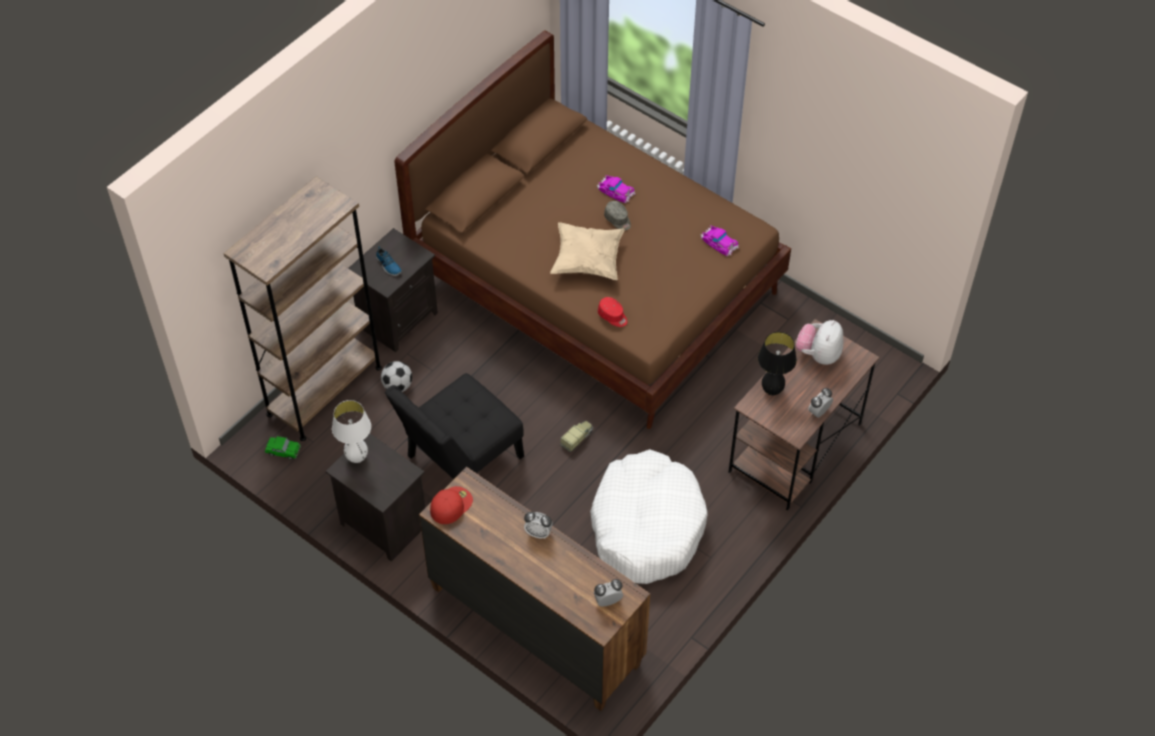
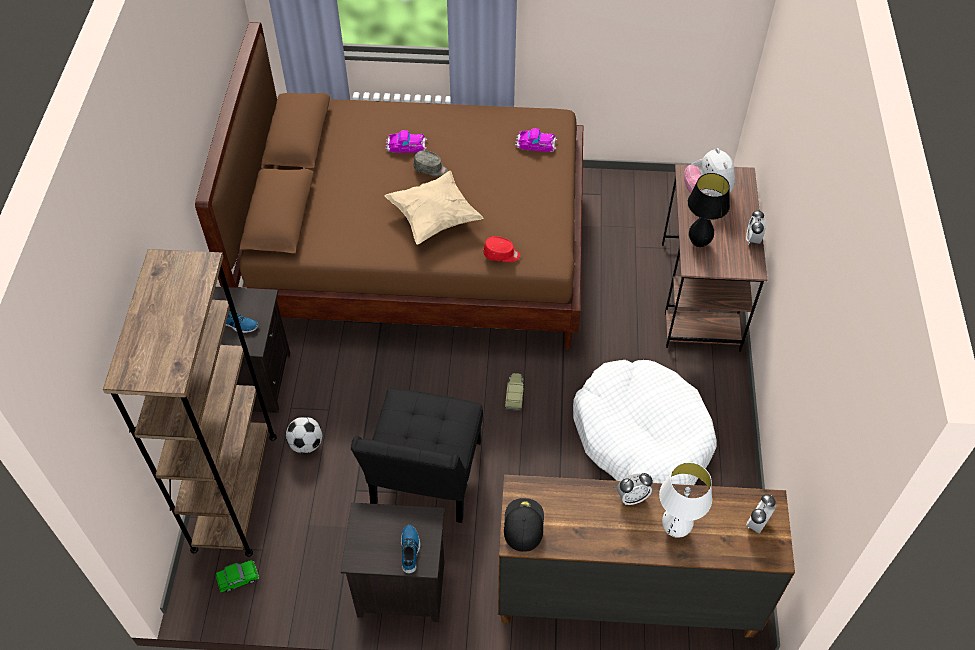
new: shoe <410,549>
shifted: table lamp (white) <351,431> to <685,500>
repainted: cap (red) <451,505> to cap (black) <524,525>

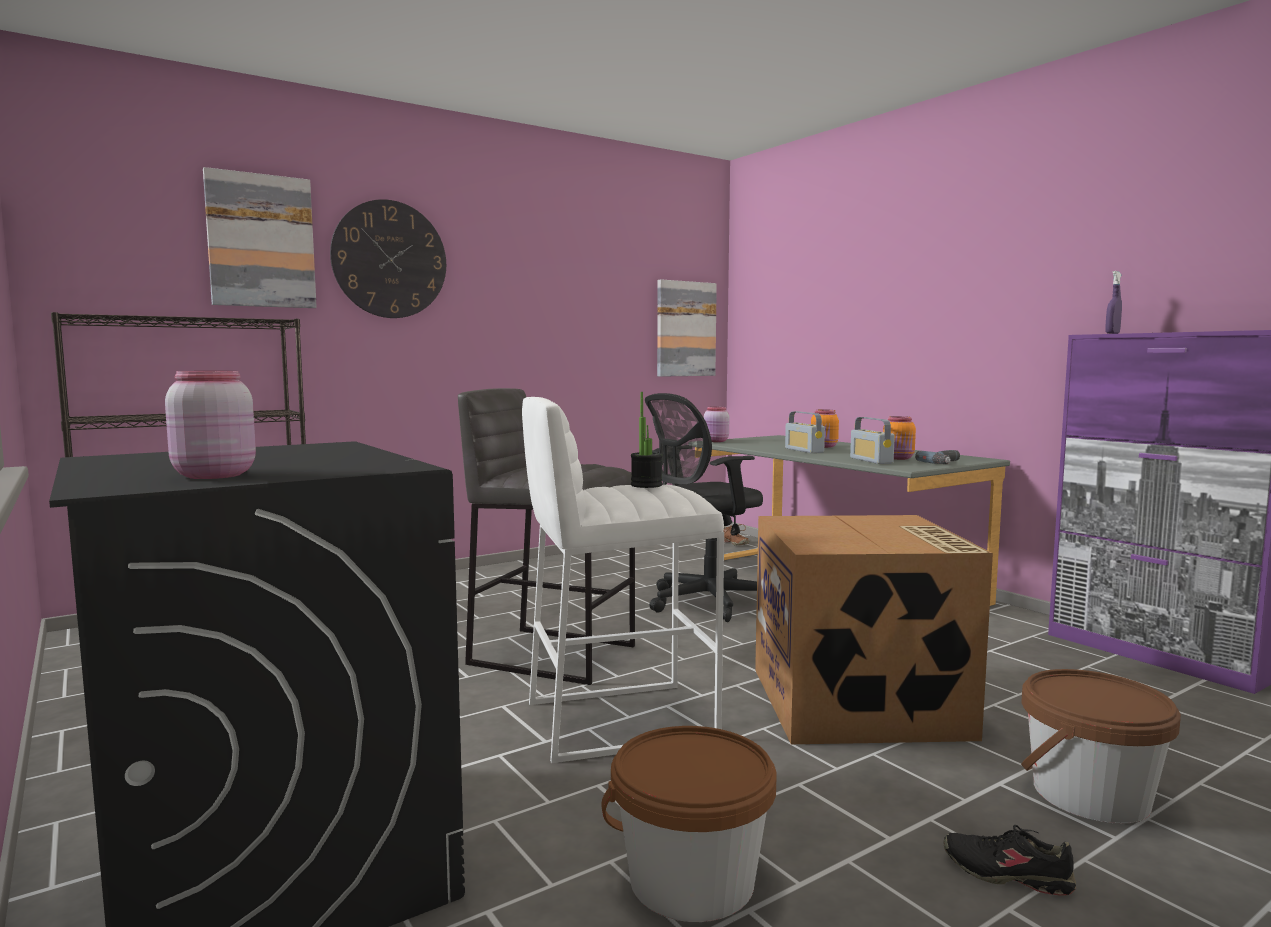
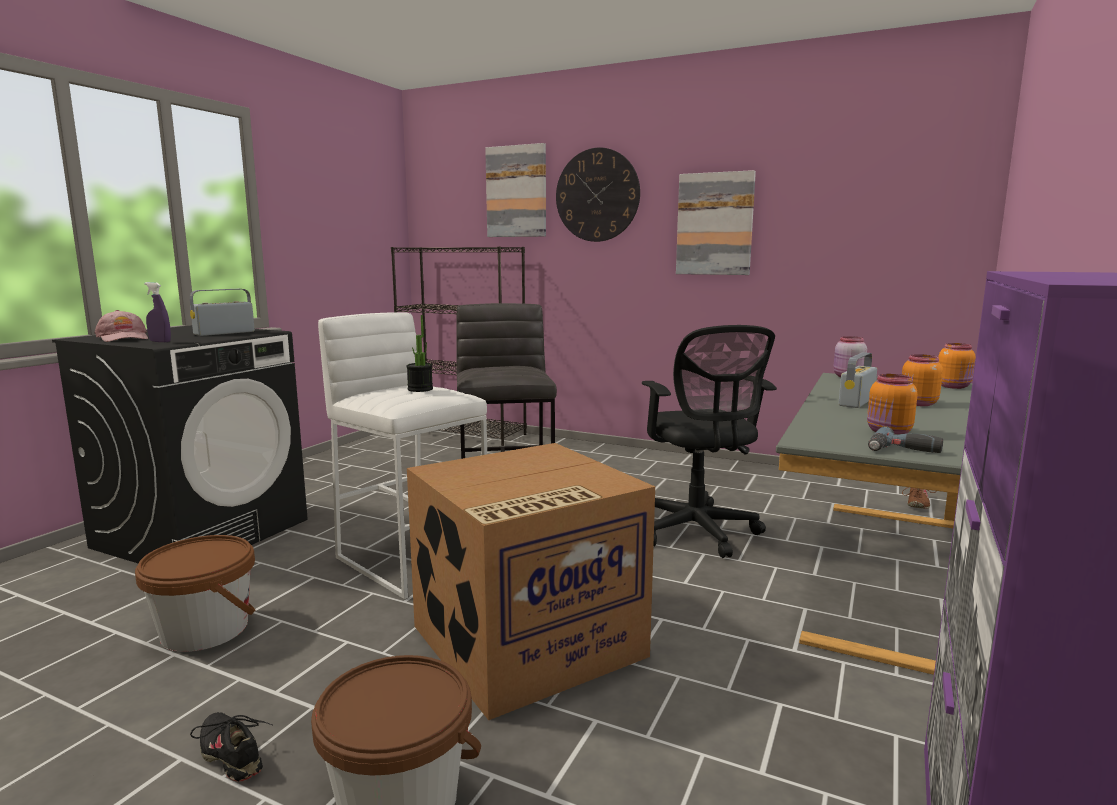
new: jar (orange) <956,366>
shifted: spray bottle (purple) <1113,302> to <157,312>; picture <687,328> to <716,222>; radio <872,440> to <222,312>
swapped: jar (pink) <210,425> to cap (pink) <121,326>
rotated: office chair (black) <704,507> = <709,441> 135 degrees counterclockwise; shoe (black) <1009,860> = <231,747> 45 degrees counterclockwise

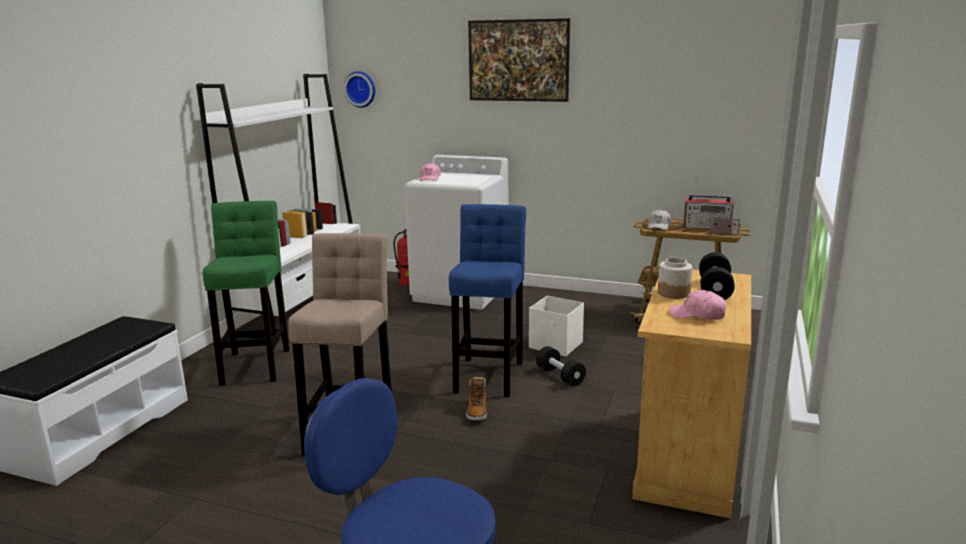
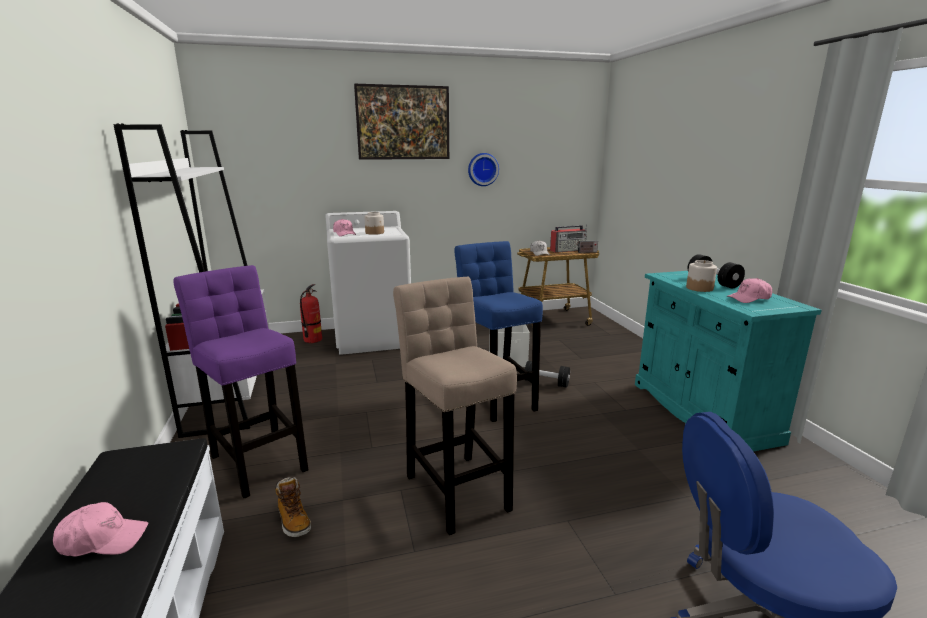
new: jar <374,223>; cap (pink) <100,529>
shifted: wall clock <359,89> to <483,169>; boot <476,399> to <293,507>
repainted: stool (green) <245,293> to stool (purple) <240,382>; cabinet (beige) <691,394> to cabinet (turquoise) <728,361>

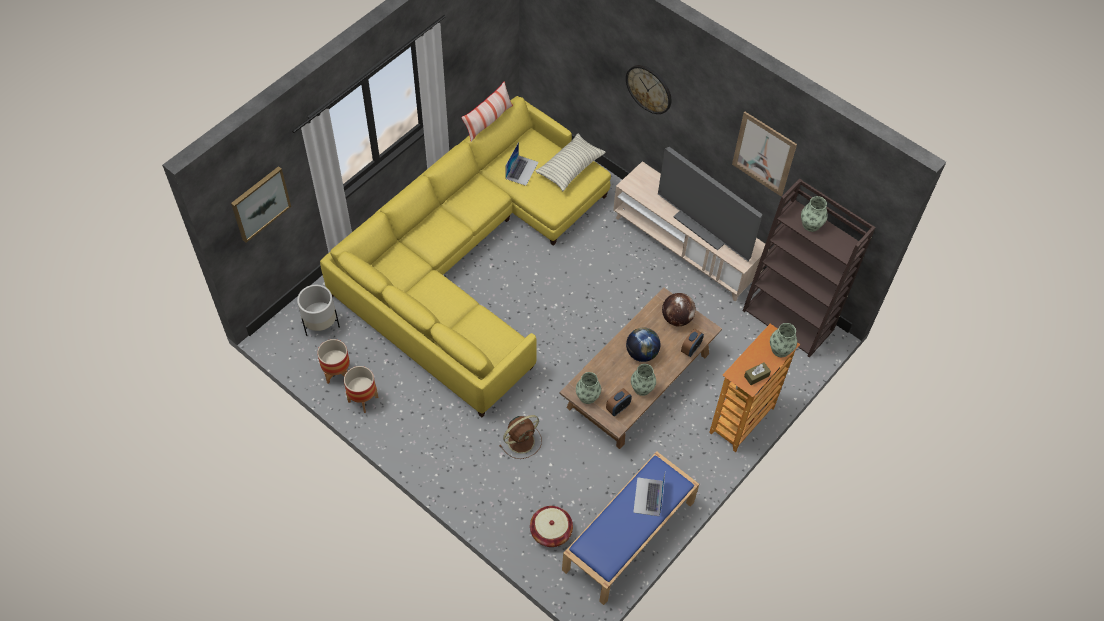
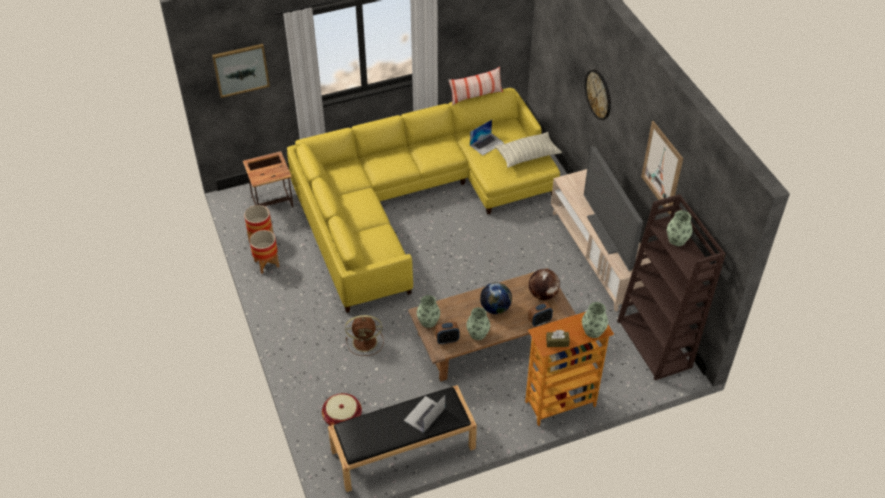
swapped: planter (white) <318,310> to side table <268,179>
repainted: bench (blue) <630,528> to bench (black) <402,438>

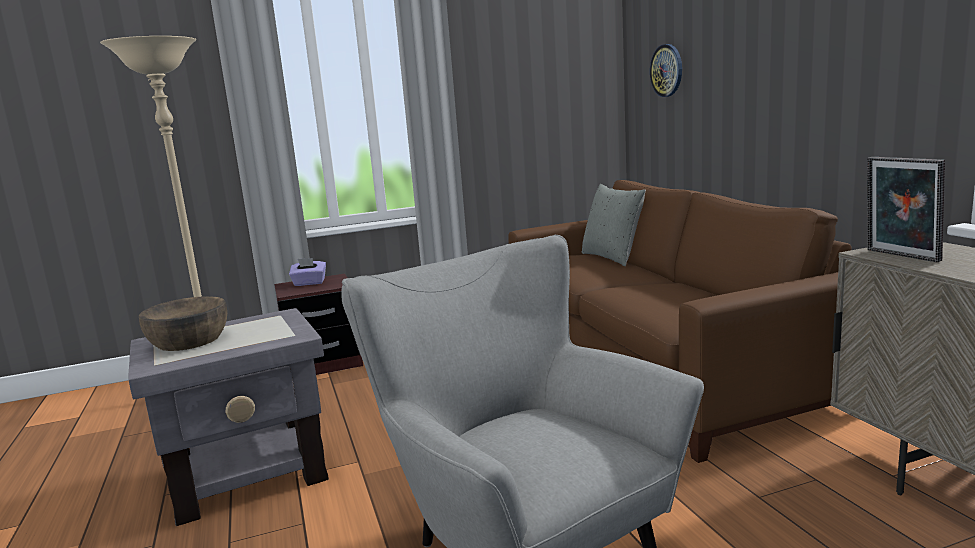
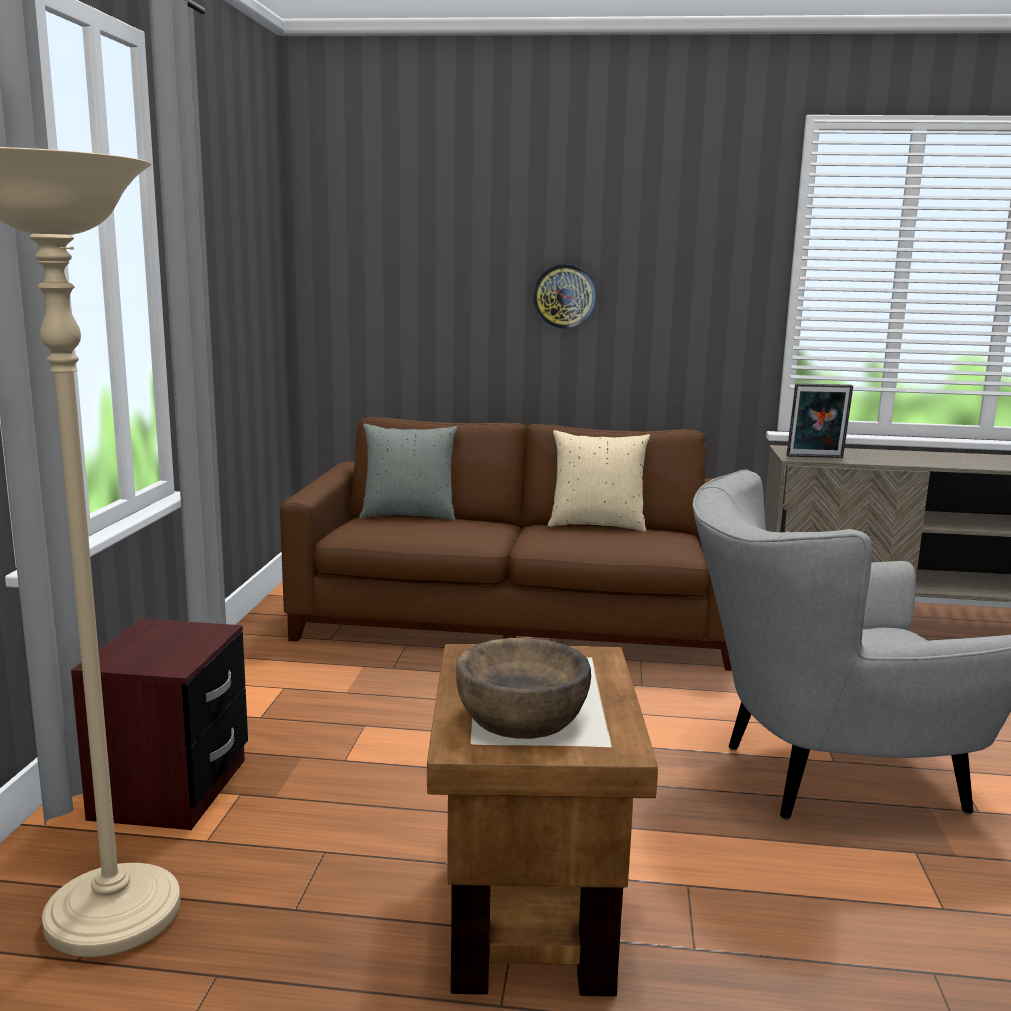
gone: tissue box (purple) <307,272>
new: pillow (beige) <599,481>
shifted: wall clock <666,70> to <564,296>
repainted: side table (grey) <228,417> to side table (brown) <542,820>

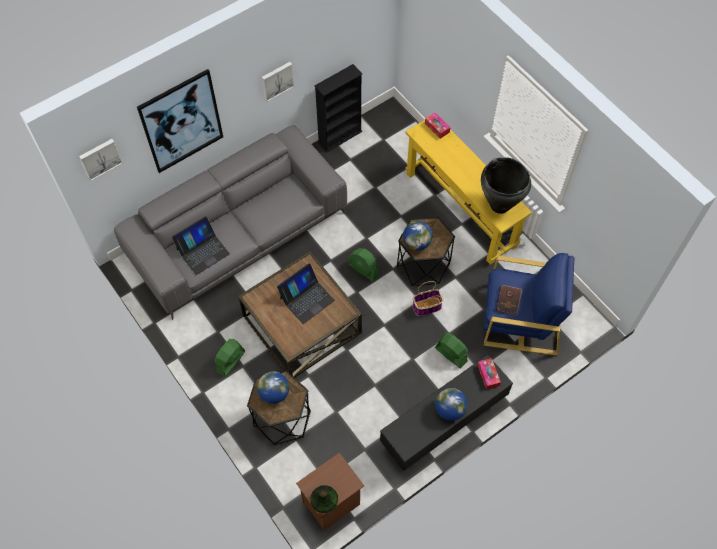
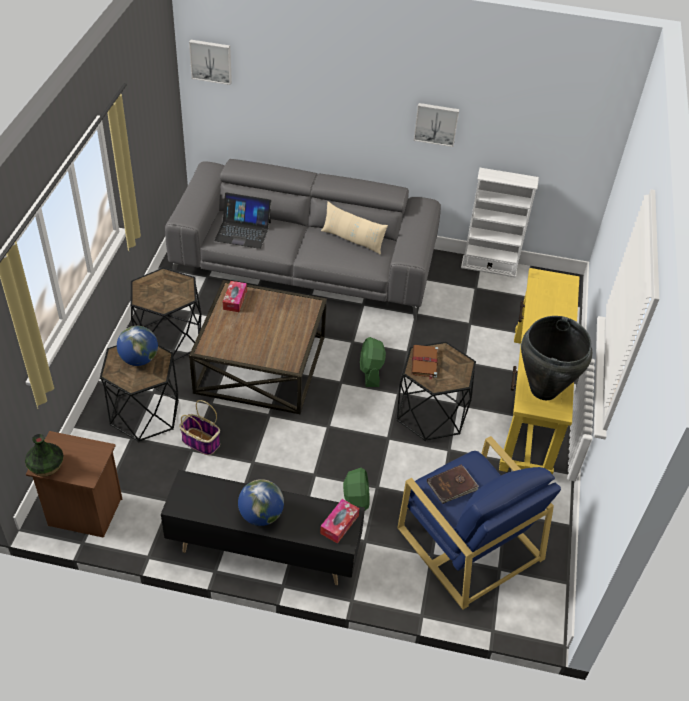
gone: picture <180,121>; laptop <306,293>
new: pillow (beige) <354,228>
shifted: tissue box <438,126> to <235,296>; basket <428,298> to <199,427>
swapped: globe <418,236> to book (brown) <424,362>; fan (green) <229,358> to side table (black) <165,314>
repainted: bookcase (black) <338,108> to bookcase (white) <500,223>

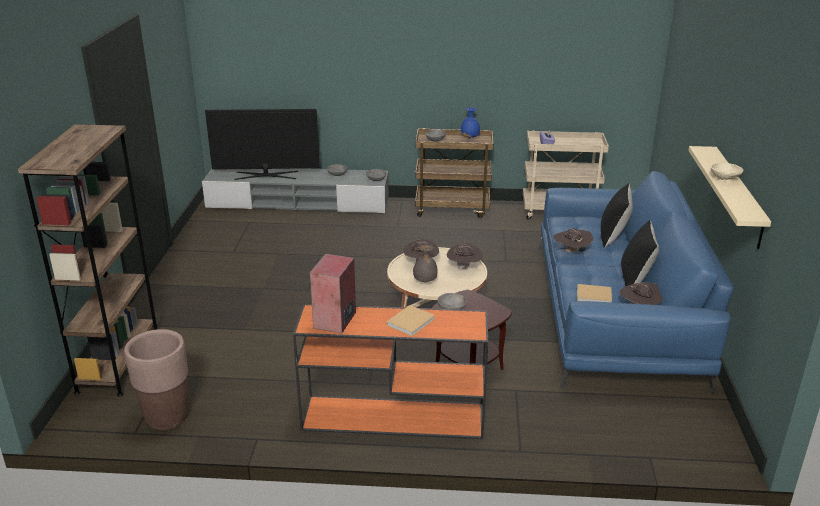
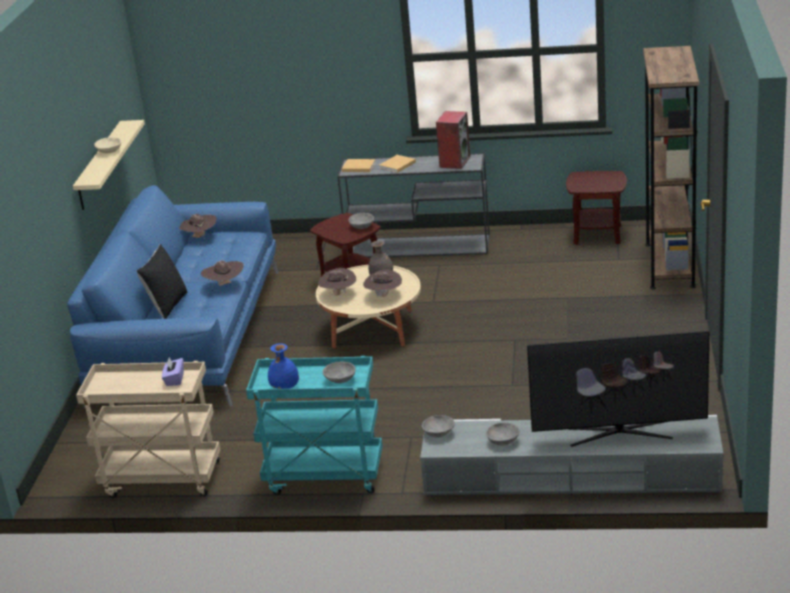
gone: pillow (black) <640,253>
shifted: book (beige) <594,293> to <359,165>
swapped: planter (brown) <156,379> to side table (brown) <596,208>
repainted: cart (brown) <454,173> to cart (turquoise) <314,425>; console table (orange) <390,371> to console table (grey) <413,205>

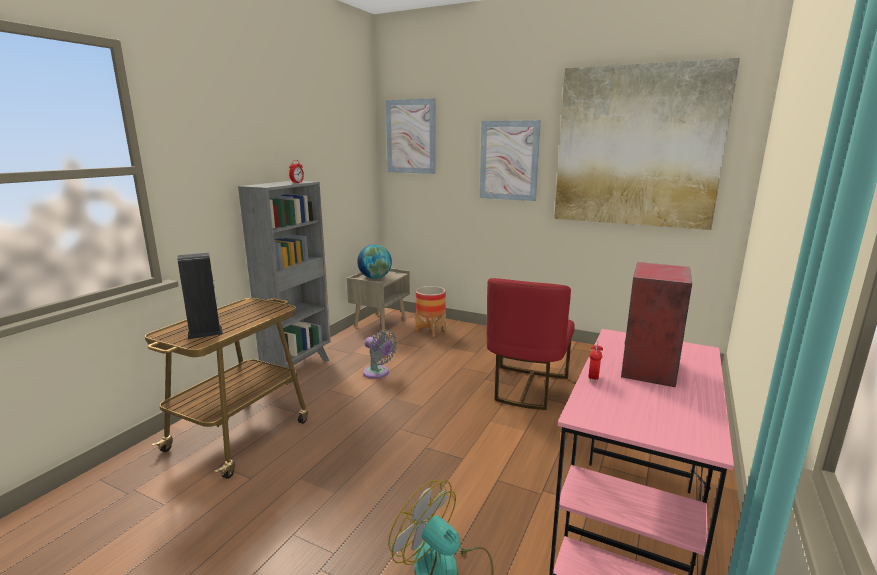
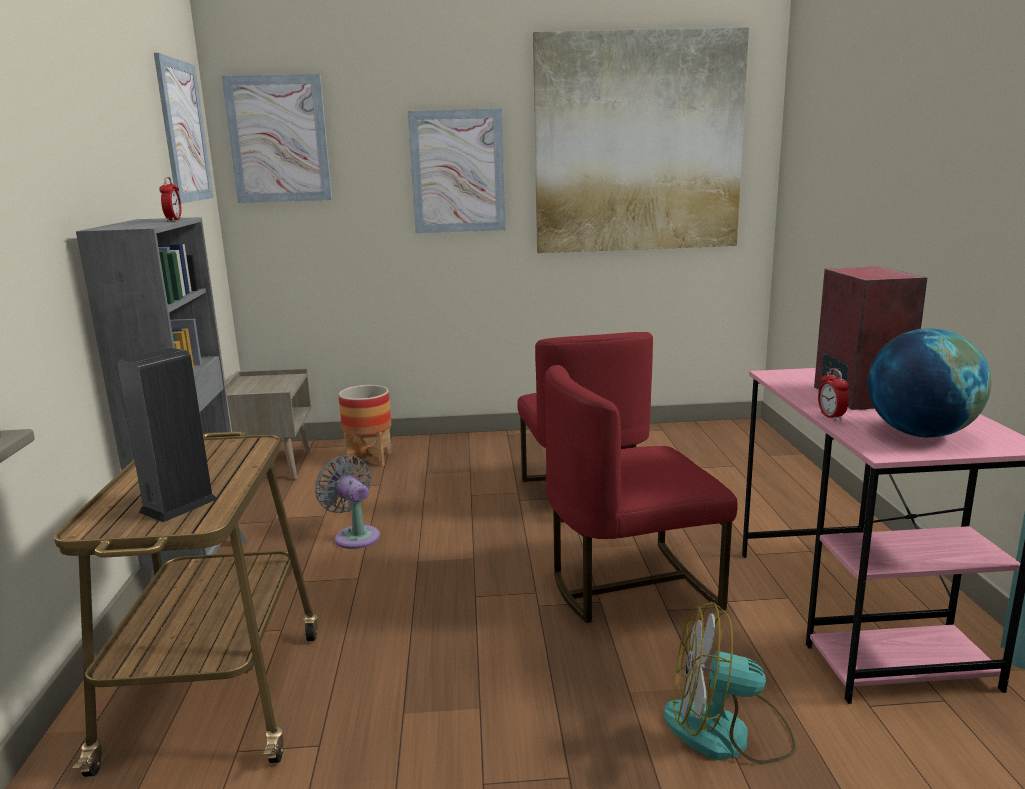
new: picture <183,128>; chair (red) <641,494>
shifted: globe <374,261> to <929,382>
rotated: fan (grey) <380,354> = <347,502> 135 degrees counterclockwise

